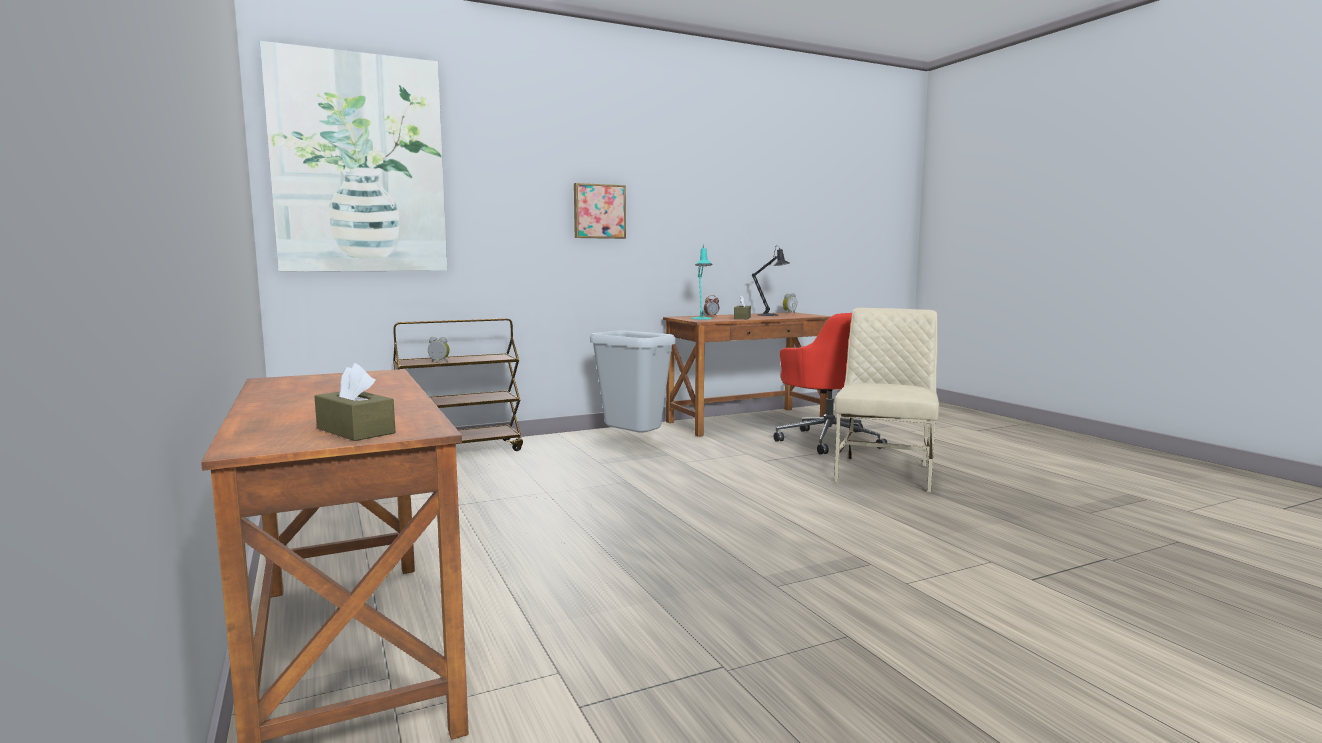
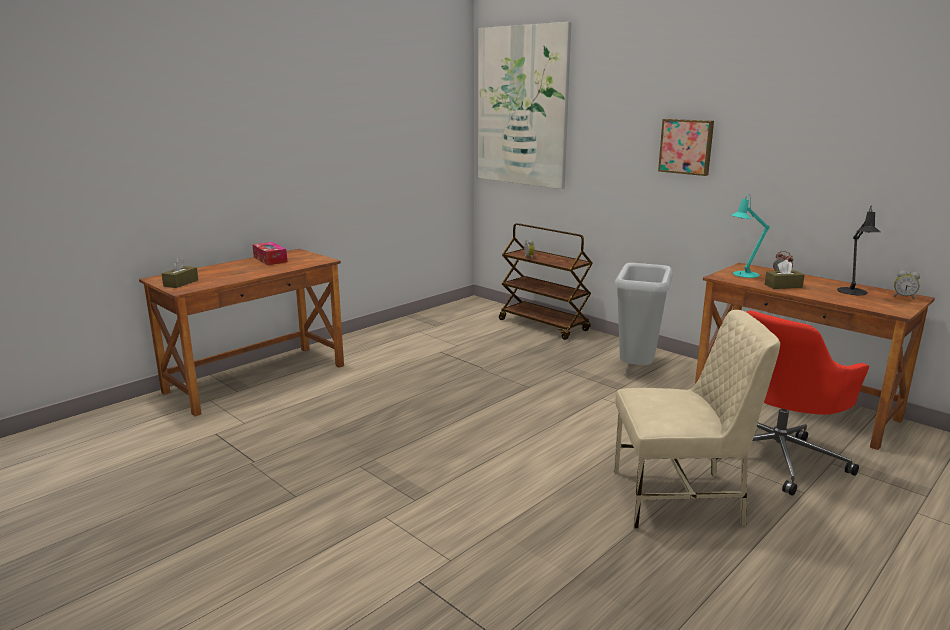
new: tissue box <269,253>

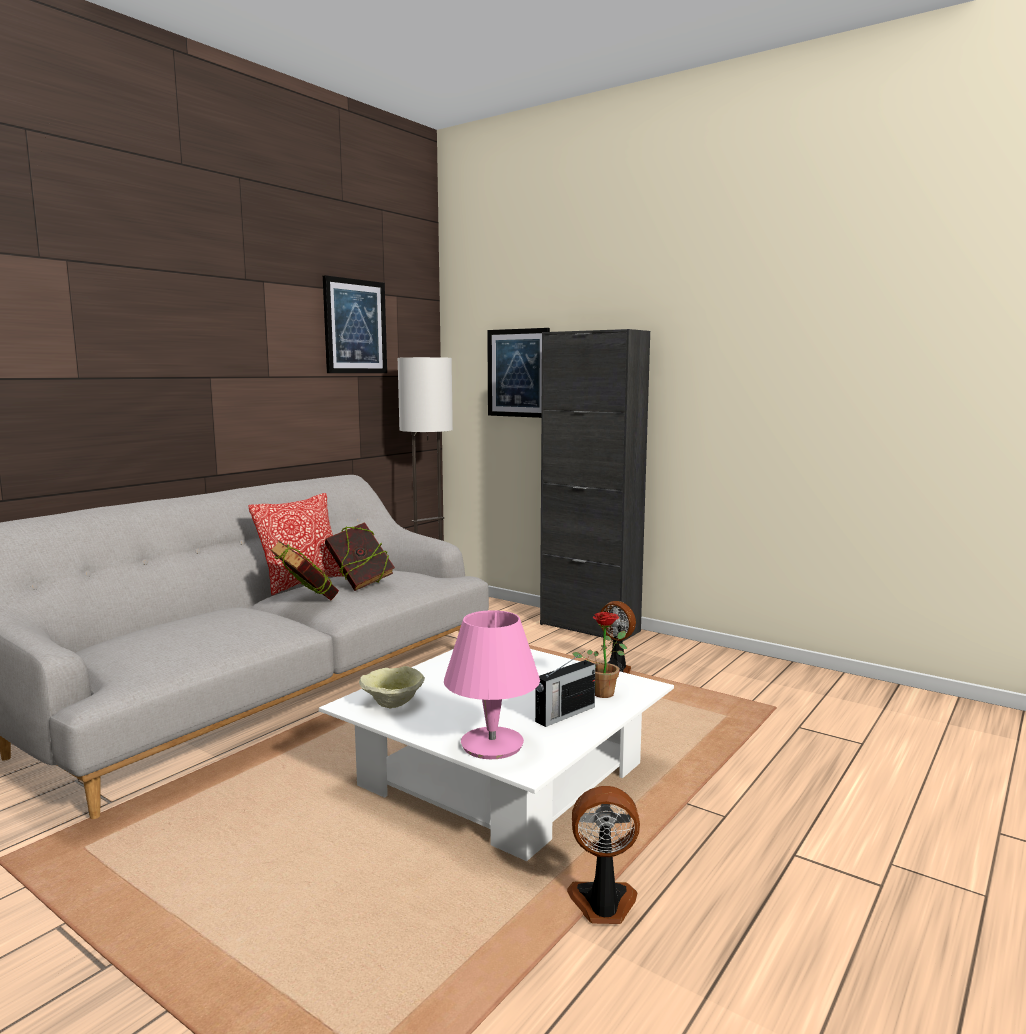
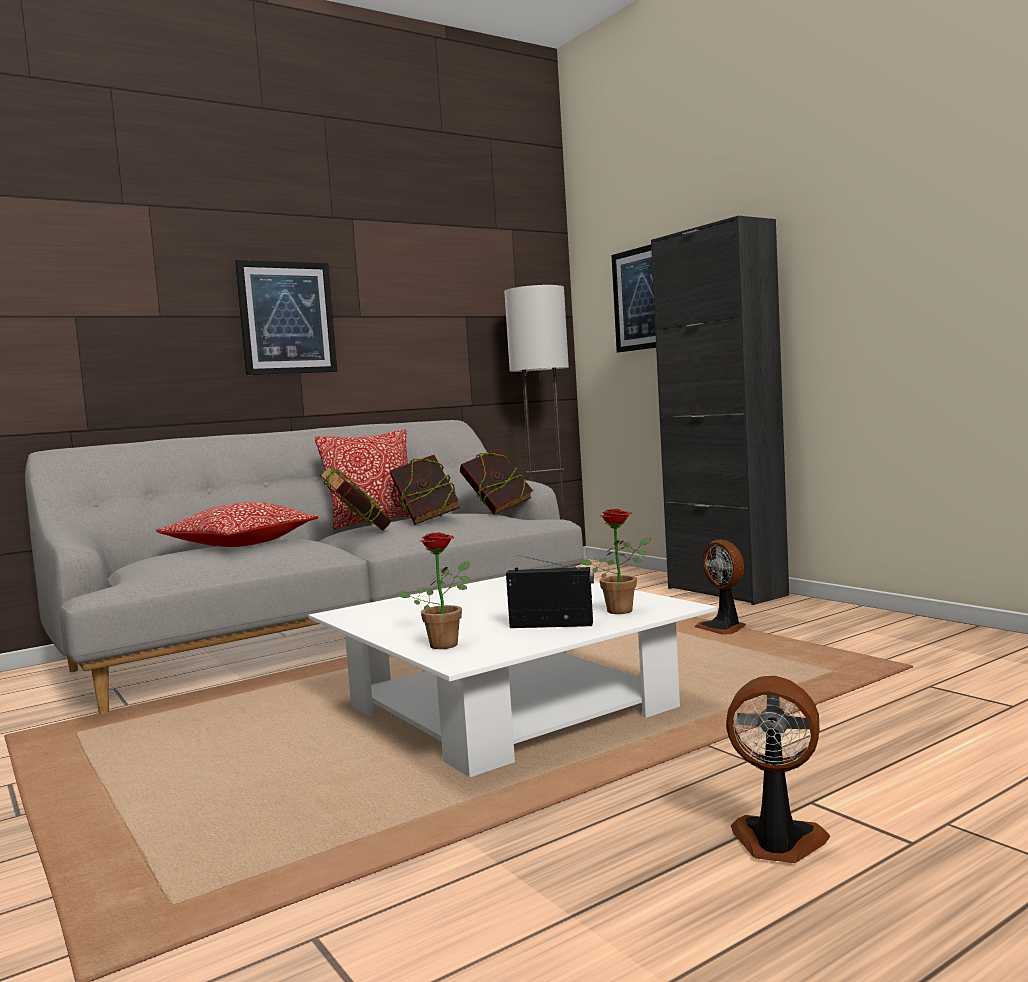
gone: bowl (beige) <392,687>
new: book <496,482>; pillow <237,524>
shifted: picture <355,324> to <286,317>; fan <603,855> to <778,769>
swapped: table lamp (pink) <492,684> to potted plant <434,591>
rotated: radio <565,689> = <550,591> 150 degrees counterclockwise

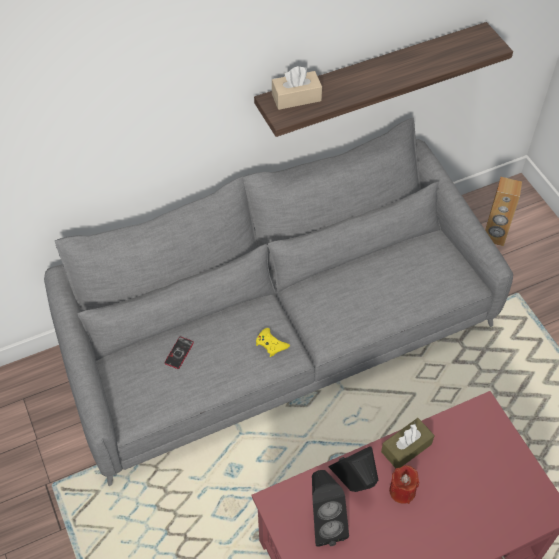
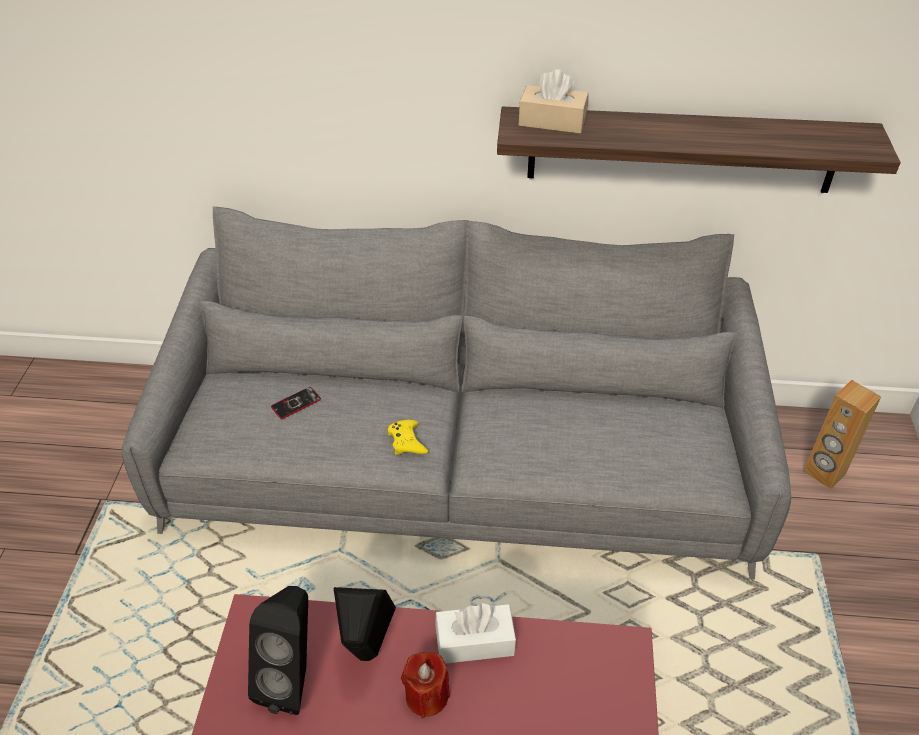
repainted: tissue box (brown) <408,443> to tissue box (white) <475,633>

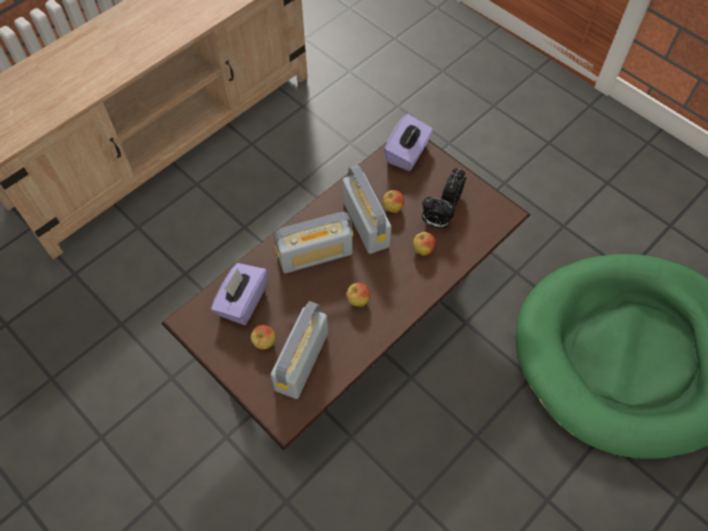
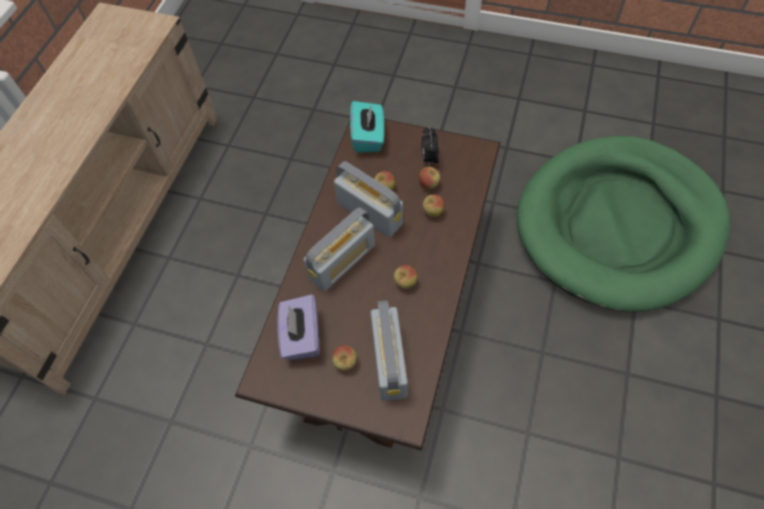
swapped: alarm clock <438,212> to apple <429,178>
repainted: tissue box (purple) <408,142> to tissue box (turquoise) <367,127>

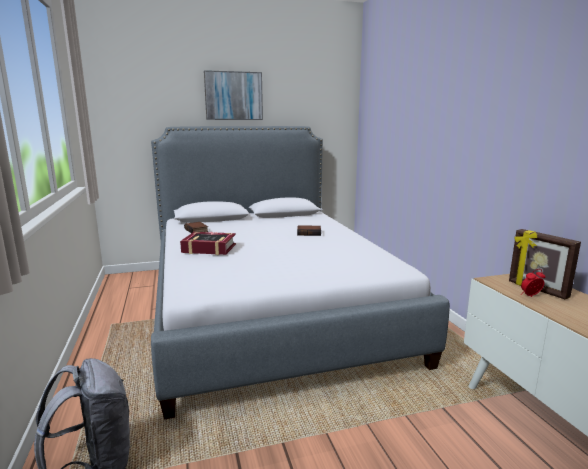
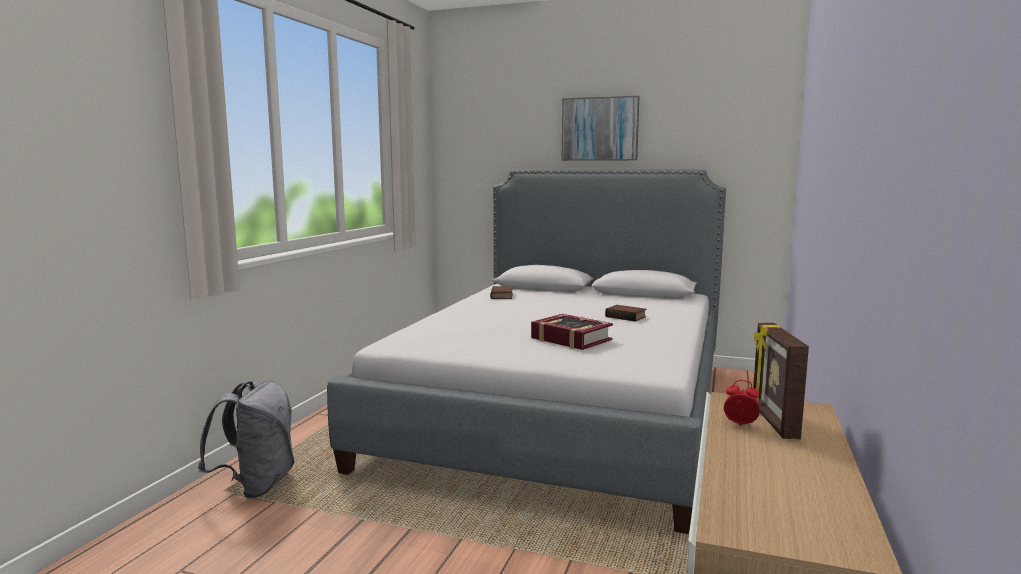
shifted: book <208,243> to <572,332>

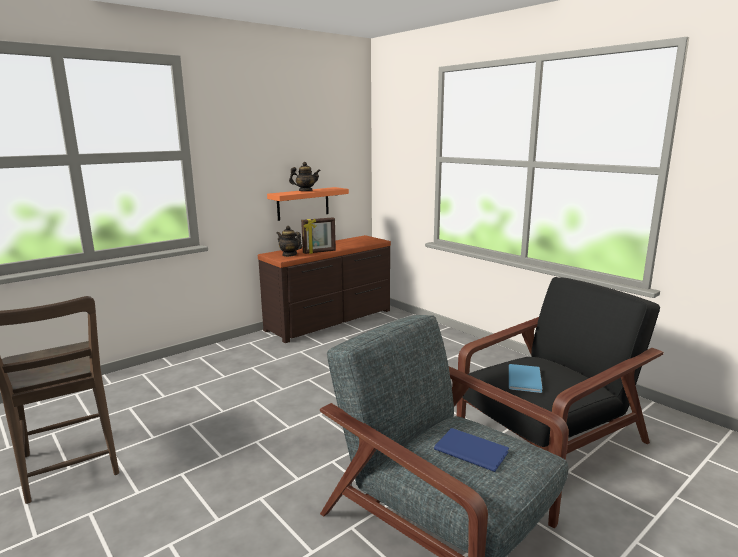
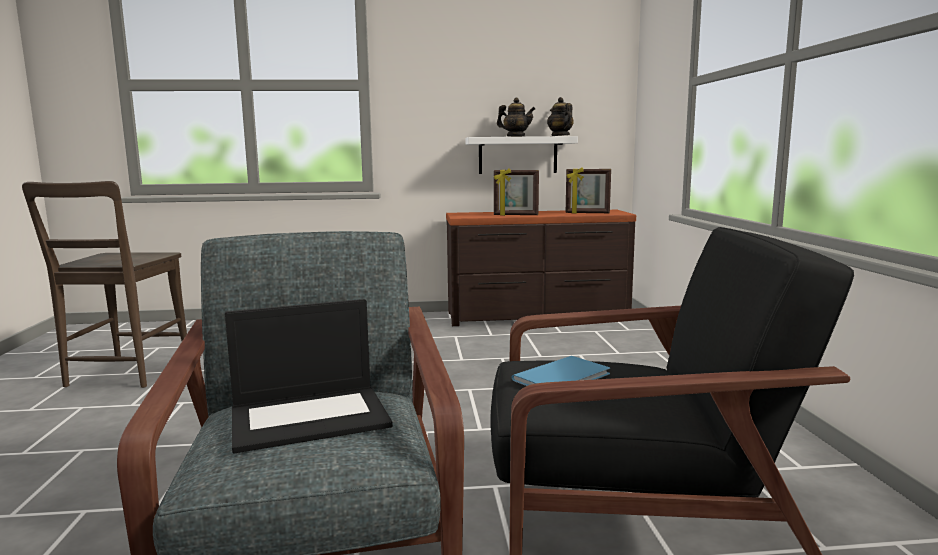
new: picture frame <588,190>
shifted: teapot <289,241> to <560,116>
swapped: book (blue) <471,450> to laptop <309,376>
repainted: shelf (orange) <308,204> to shelf (white) <521,155>

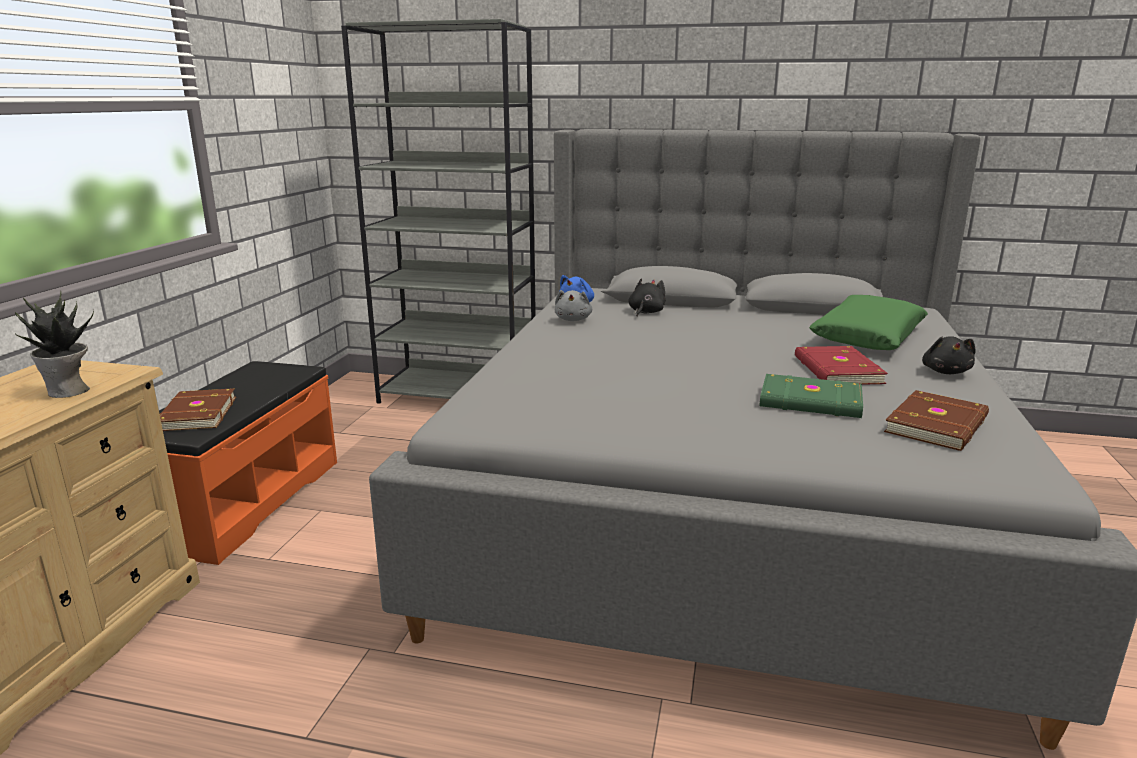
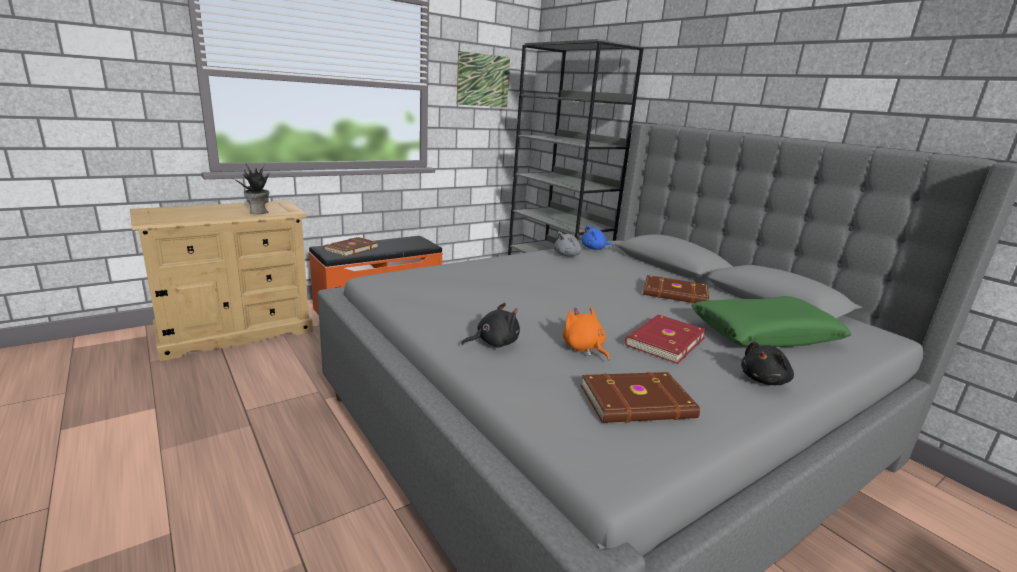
new: picture <483,79>; book (brown) <676,289>
shifted: plush toy (black) <646,298> to <491,325>
swapped: book (green) <811,396> to plush toy (orange) <586,334>

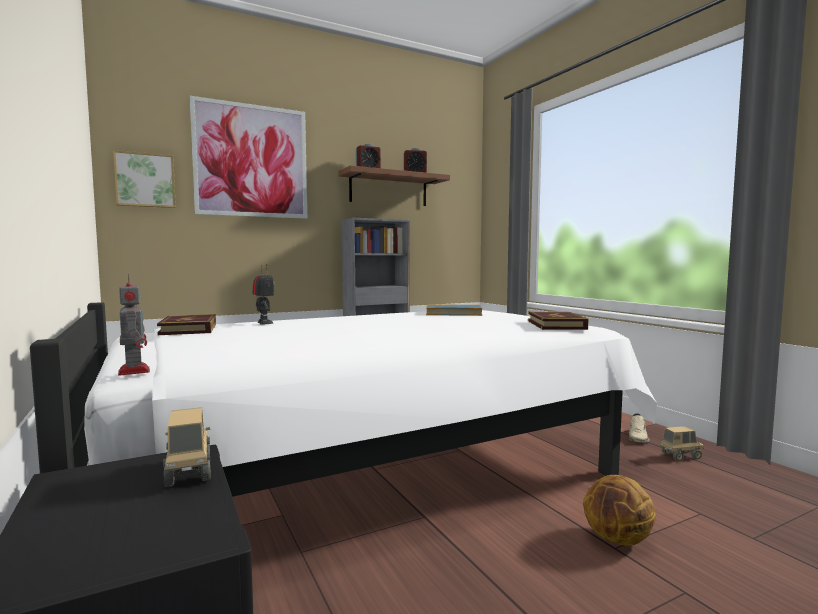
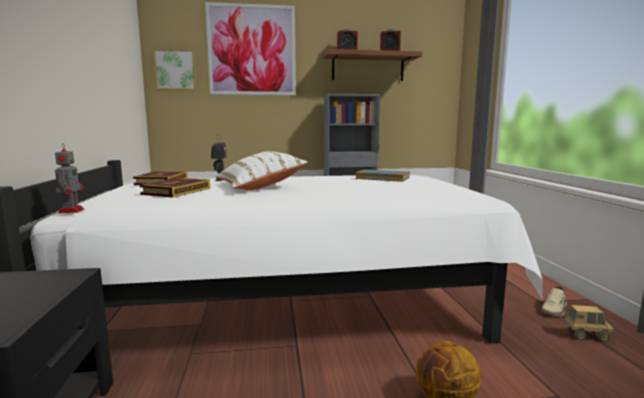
gone: toy truck <187,447>
new: pillow (white) <261,170>
shifted: book <558,320> to <175,188>

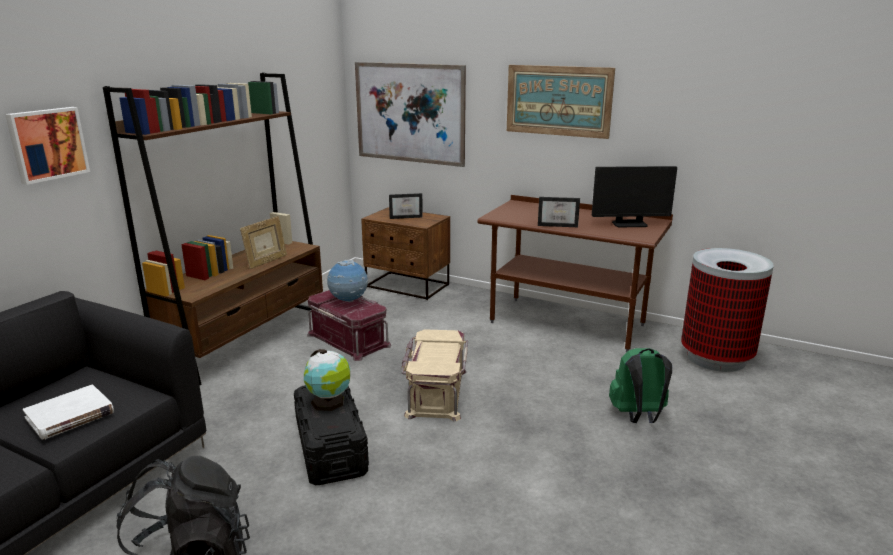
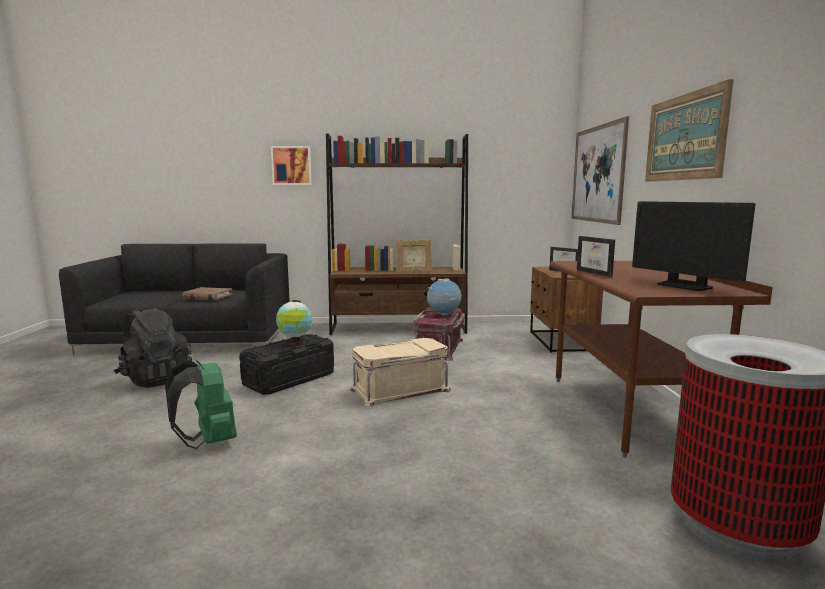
shifted: backpack (green) <640,385> to <201,404>
repainted: book (white) <68,411> to book (brown) <207,293>

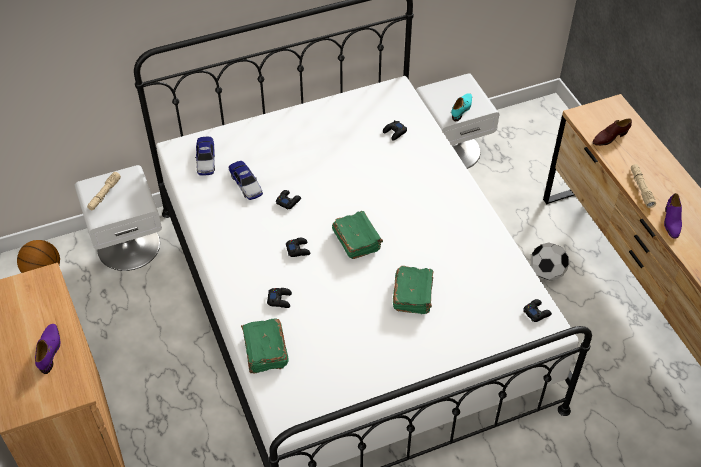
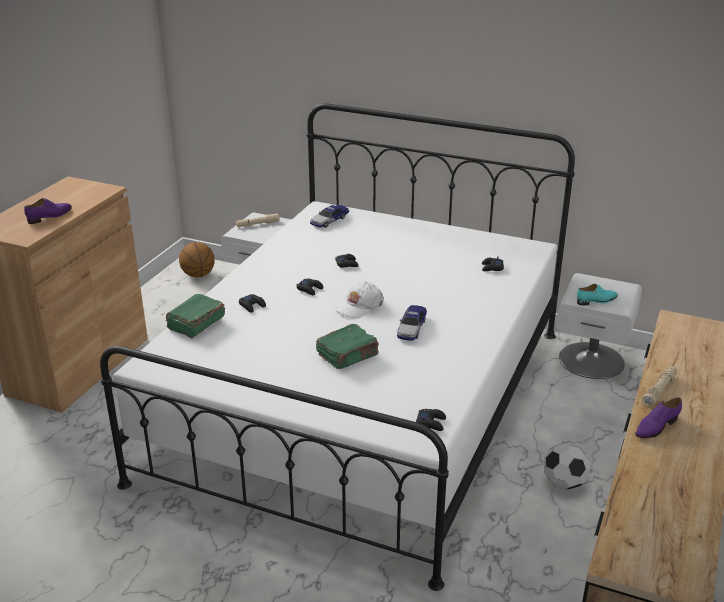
gone: shoe (brown) <612,132>
shifted: toy car <245,180> to <412,323>
swapped: book (green) <357,235> to cap (white) <359,300>

